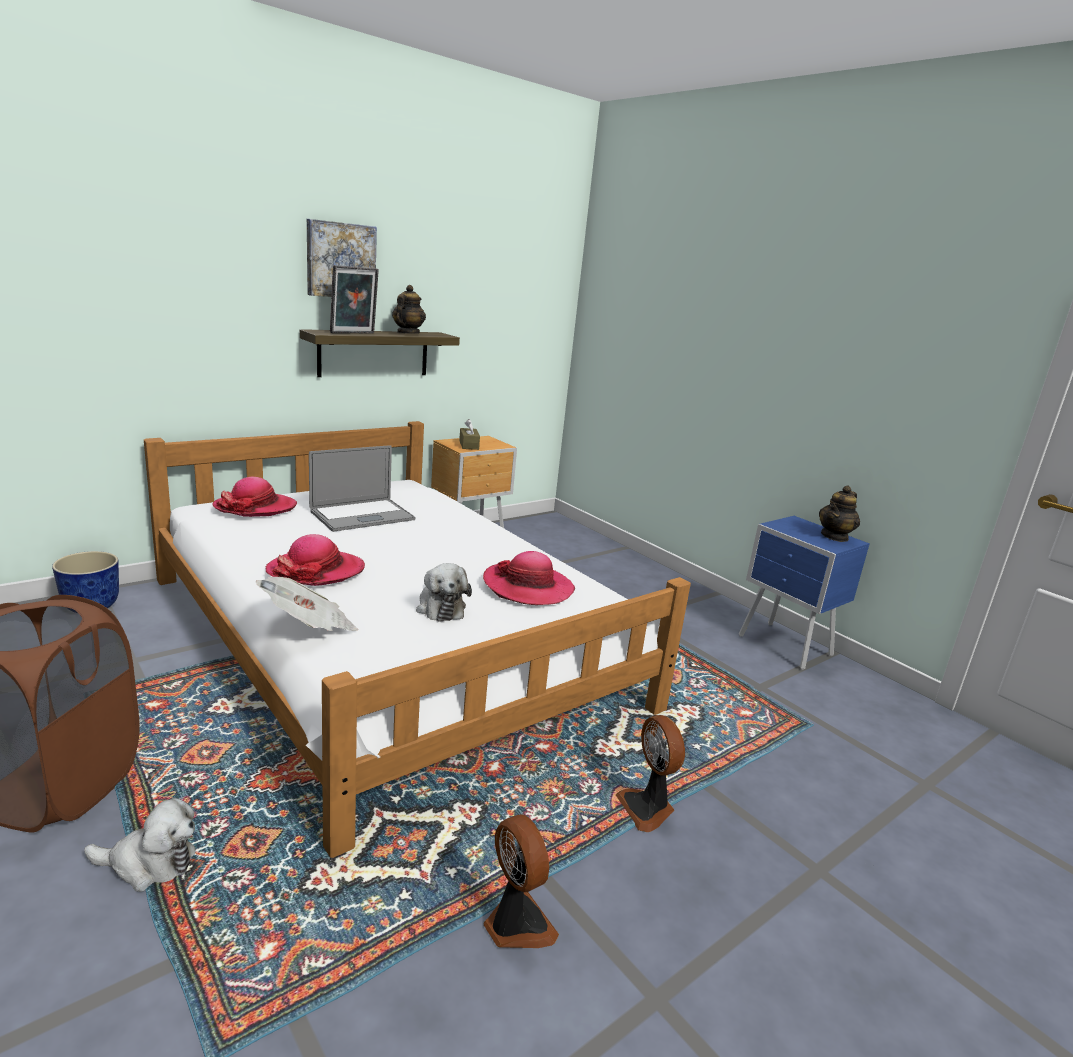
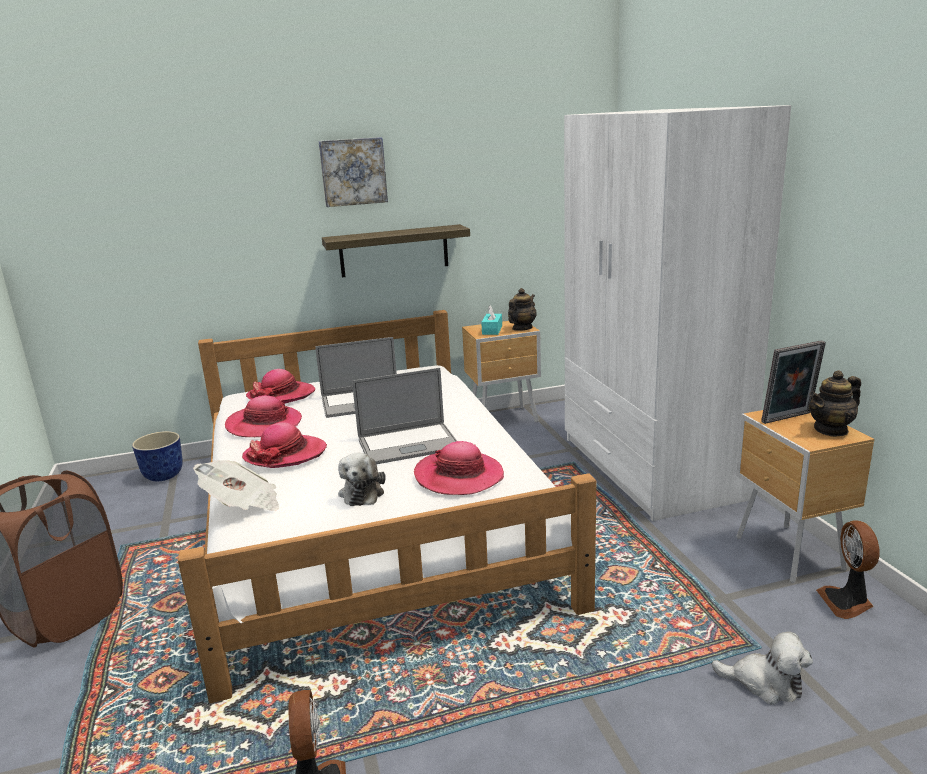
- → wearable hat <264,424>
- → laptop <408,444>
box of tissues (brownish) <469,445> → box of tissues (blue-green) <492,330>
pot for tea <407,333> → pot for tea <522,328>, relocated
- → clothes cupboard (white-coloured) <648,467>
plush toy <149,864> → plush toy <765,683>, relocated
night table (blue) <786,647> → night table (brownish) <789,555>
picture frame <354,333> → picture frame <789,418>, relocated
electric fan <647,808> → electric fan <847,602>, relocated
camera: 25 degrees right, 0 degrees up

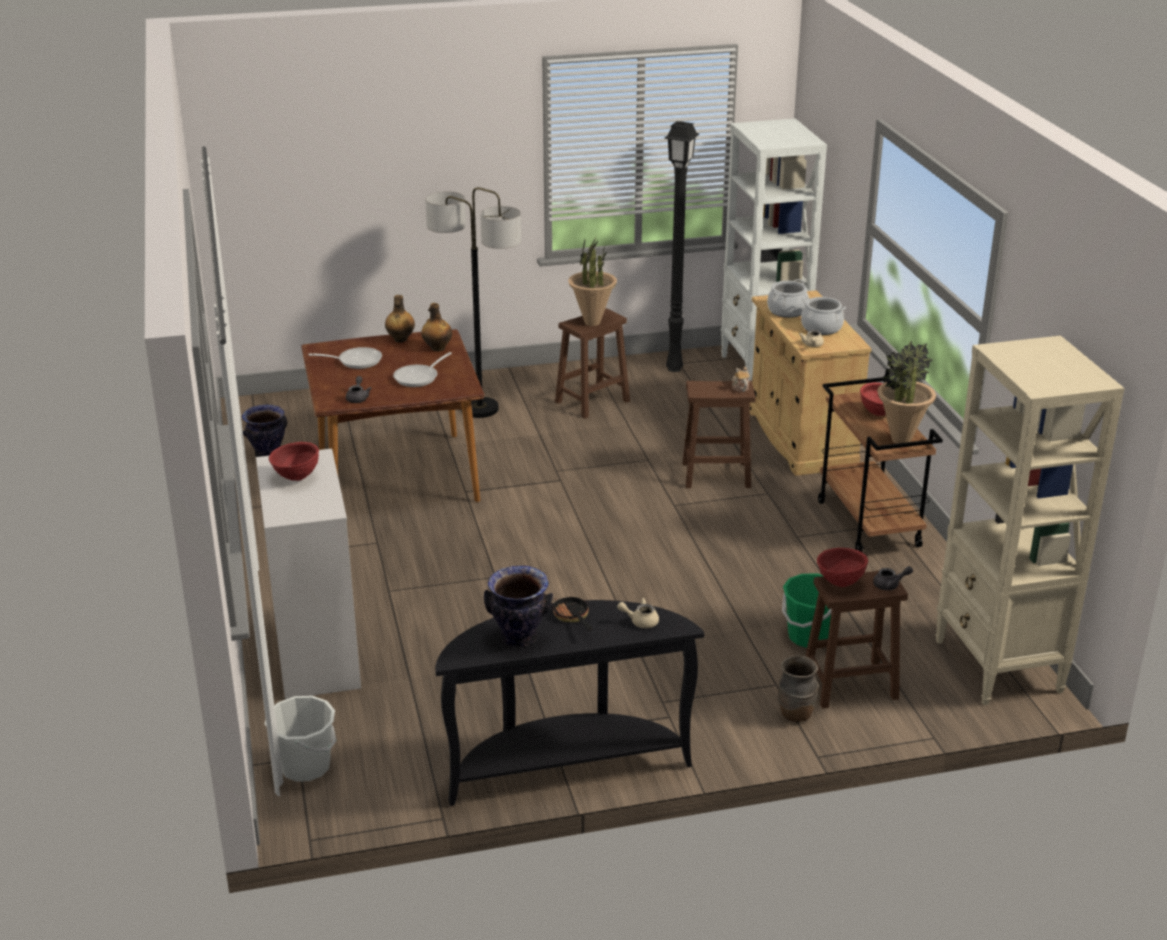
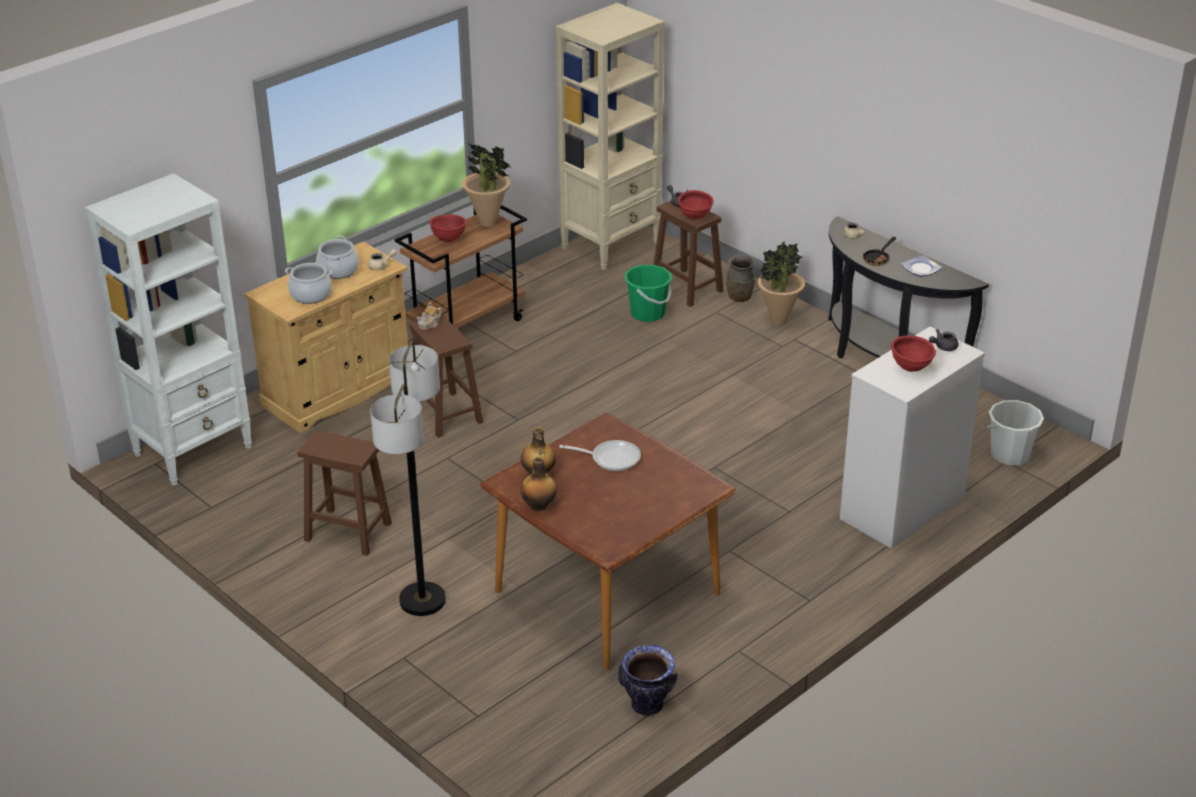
plant in a pot <592,322> → plant in a pot <778,321>, relocated
decorative vase <519,638> → plate <922,269>
pot for tea (greyish) <358,398> → pot for tea (greyish) <943,347>, relocated
pan <356,361> → -
standing lamp (black) <675,368> → -
camera: 120 degrees left, 5 degrees up

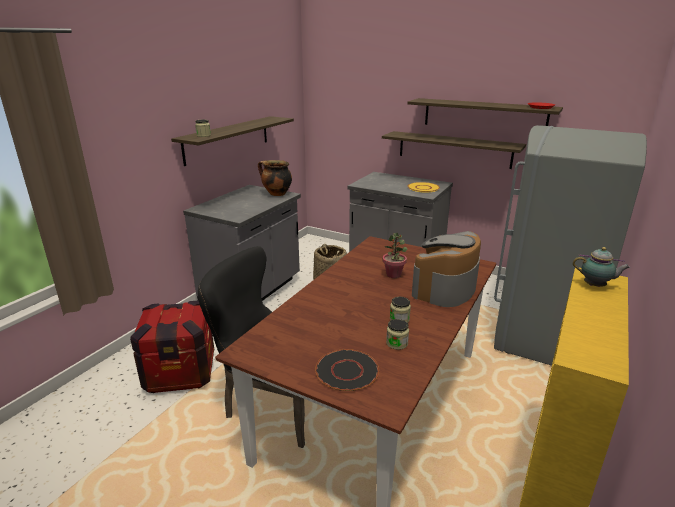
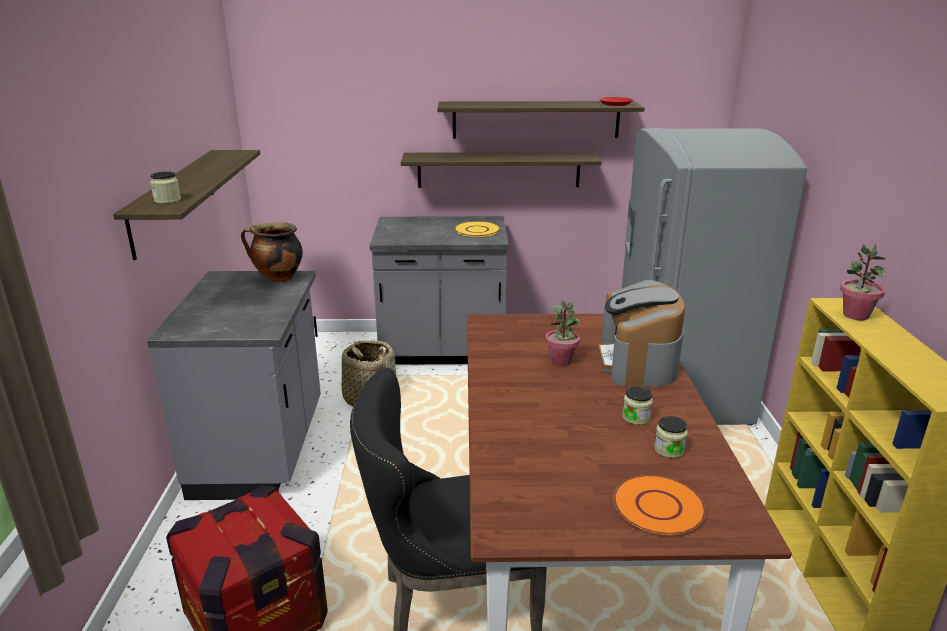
plate (black) <347,371> → plate (orangey) <659,507>
pot for tea <596,286> → plant in a pot <855,315>
camera: 30 degrees left, 0 degrees up

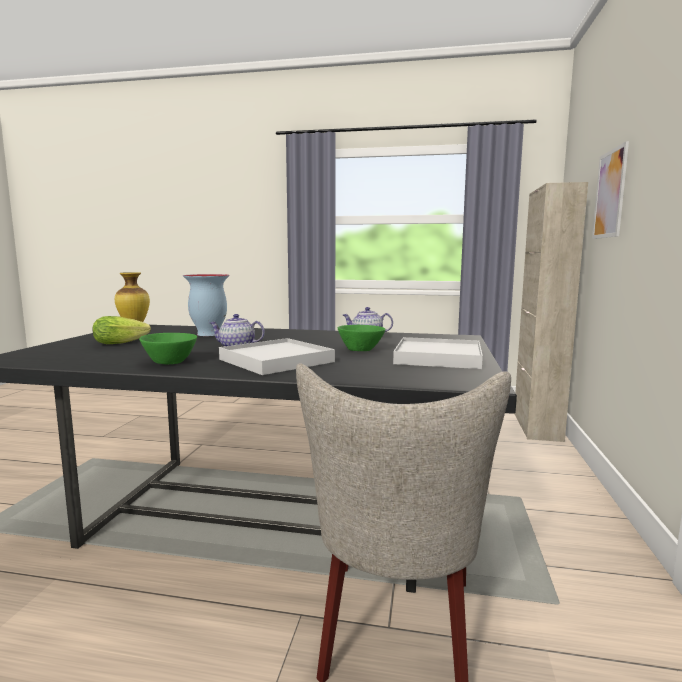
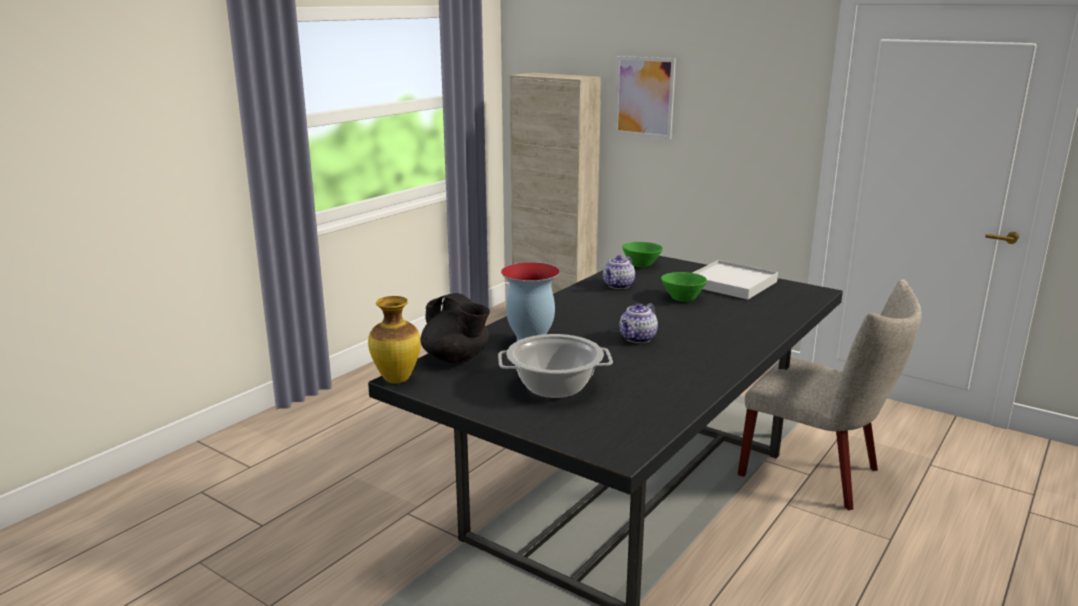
- → pot for tea (black) <456,358>
lettuce head <123,342> → stockpot <554,387>
bowl (green) <169,362> → bowl (green) <642,265>, relocated
serving tray (white-coloured) <276,361> → -
camera: 65 degrees left, 10 degrees up

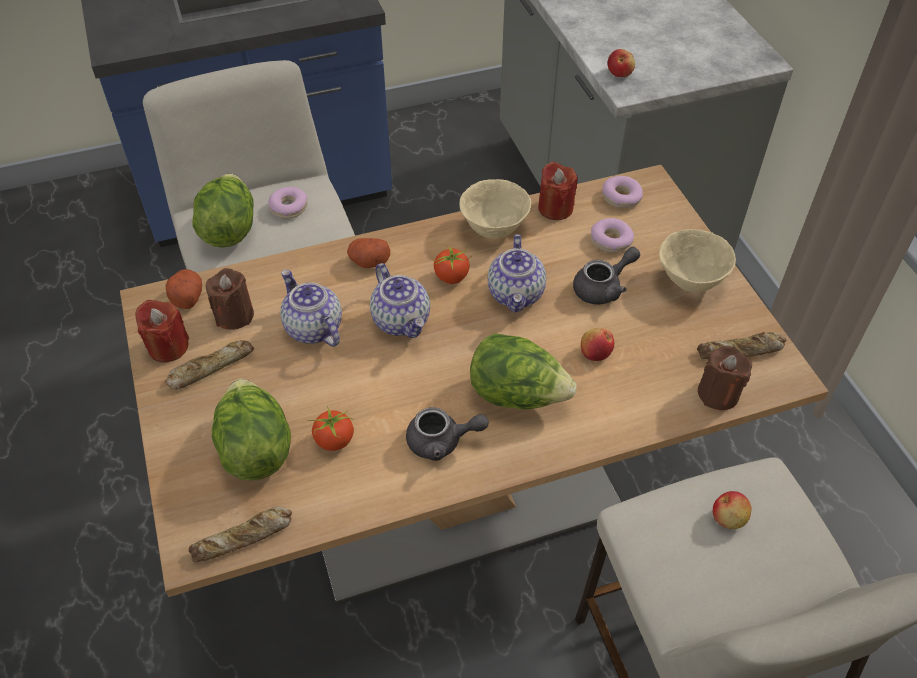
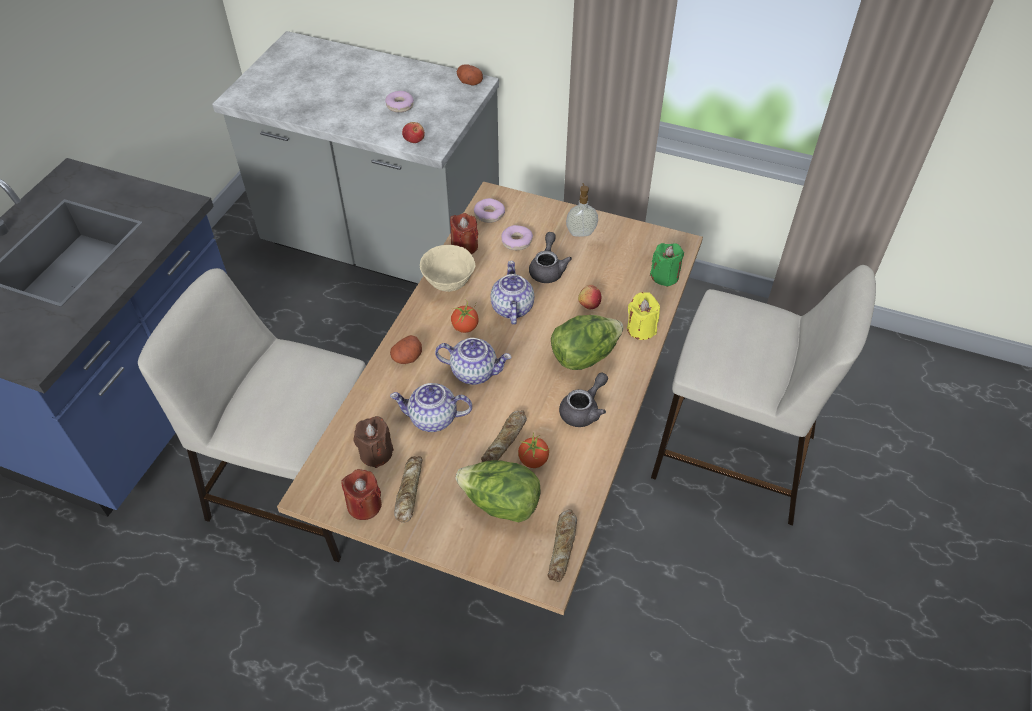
doughnut <289,207> → doughnut <400,105>, relocated
spud <186,297> → spud <469,82>, relocated
baked bread <741,351> → baked bread <505,440>, relocated
pot for tea <516,294> → pot for tea <511,307>, 135 degrees counterclockwise
bowl (beige-coloured) <689,281> → soap bottle <581,232>
- → wax candle (yellow-coloured) <641,329>
wax candle (brownish) <718,393> → wax candle (green) <665,276>
lettuce head <229,229> → -
whole apple <729,518> → -
camera: 50 degrees left, 0 degrees up

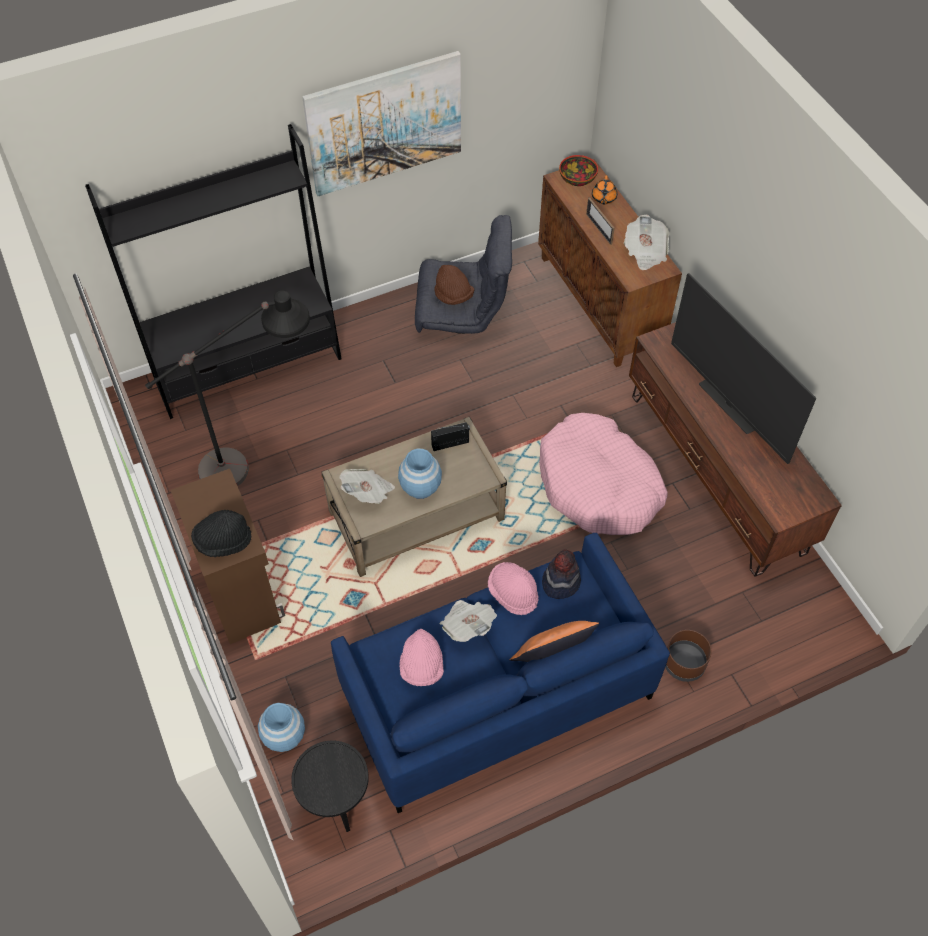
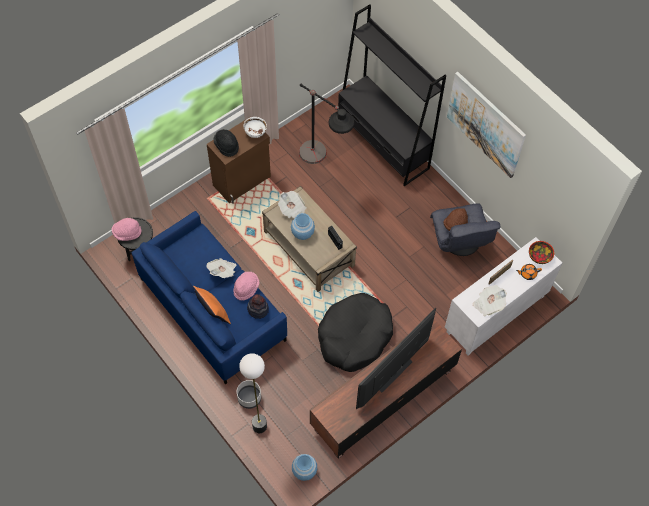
wearable hat (pink) <422,666> → wearable hat (pink) <127,233>, relocated
flower pot (brownish) <684,664> → flower pot (greyish) <249,398>
- → standing lamp <260,426>
- → bowl (white-coloured) <255,133>
decorative vase (blue) <284,736> → decorative vase (blue) <304,471>, relocated
pet bed (pink) <598,485> → pet bed (black) <354,337>
cupboard (brownish) <600,303> → cupboard (white-coloured) <495,315>
camera: 75 degrees right, 5 degrees up

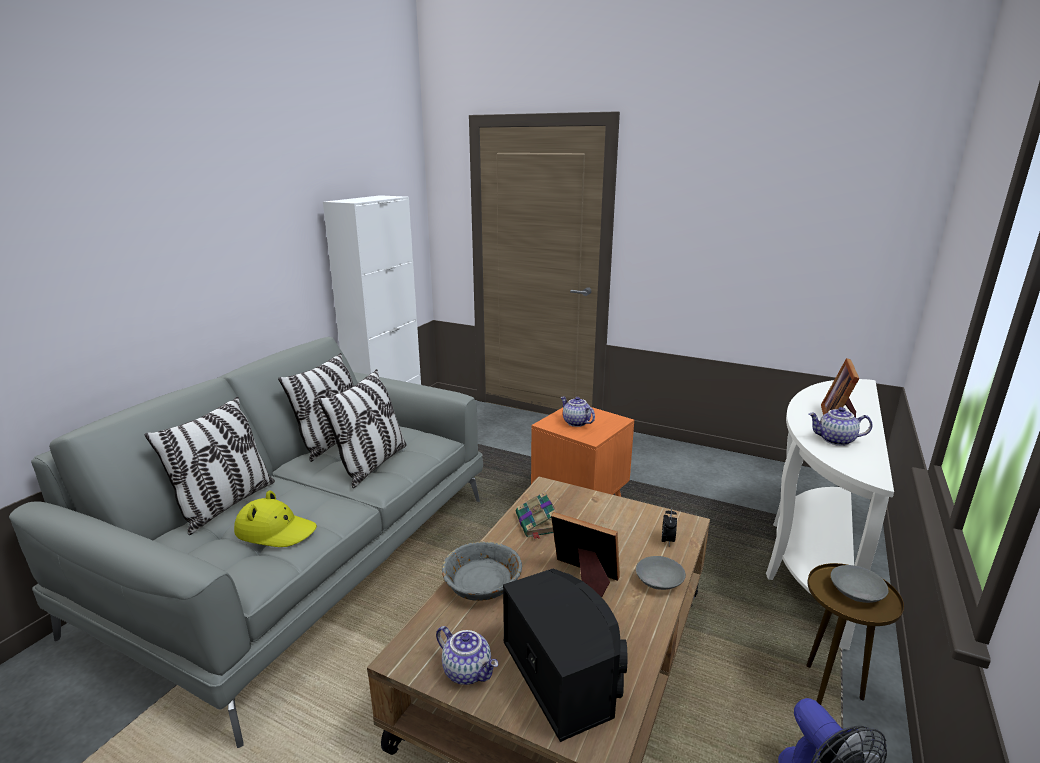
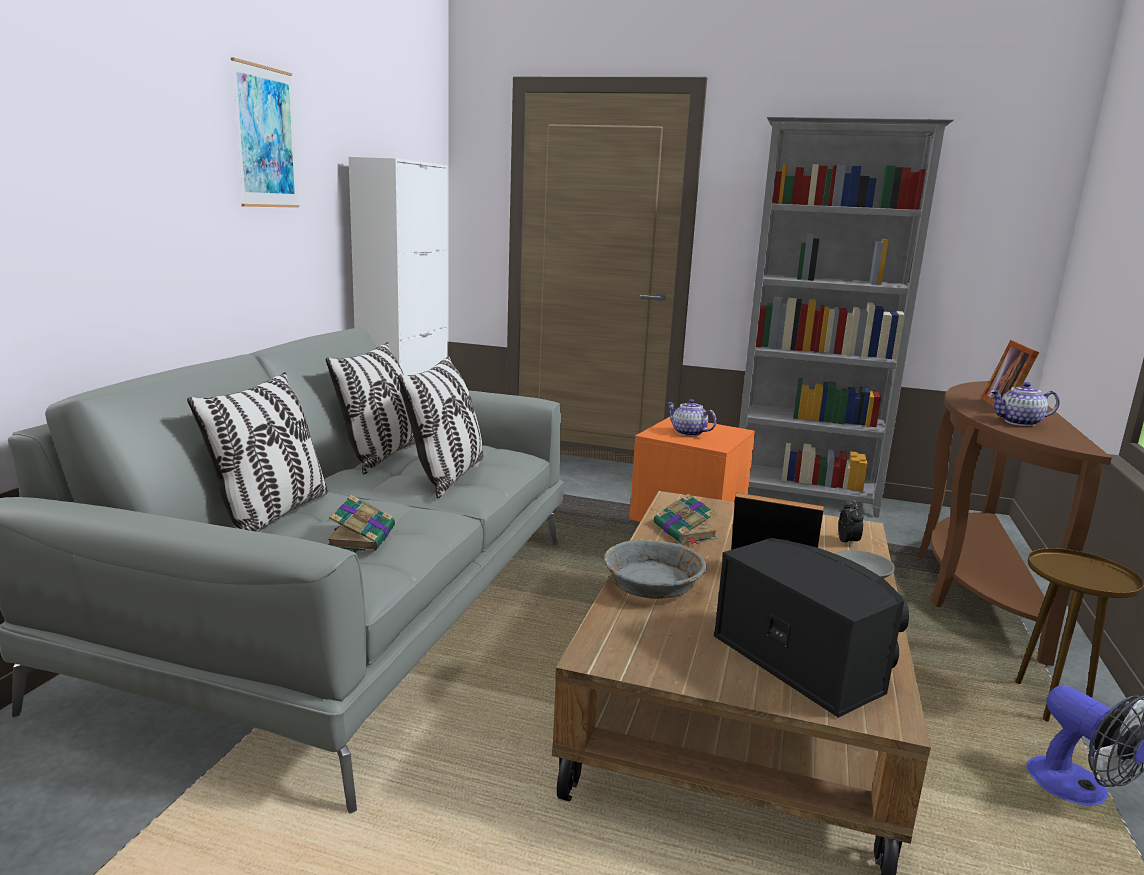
- → wall art <266,138>
wearable hat (yellow-coloured) <276,530> → book <362,537>
- → shelving unit (greyish) <805,497>
hall table (white-coloured) <810,558> → hall table (brownish) <972,586>
pot for tea <468,671> → -
bowl (greyish) <856,592> → -
camera: 10 degrees left, 5 degrees down

